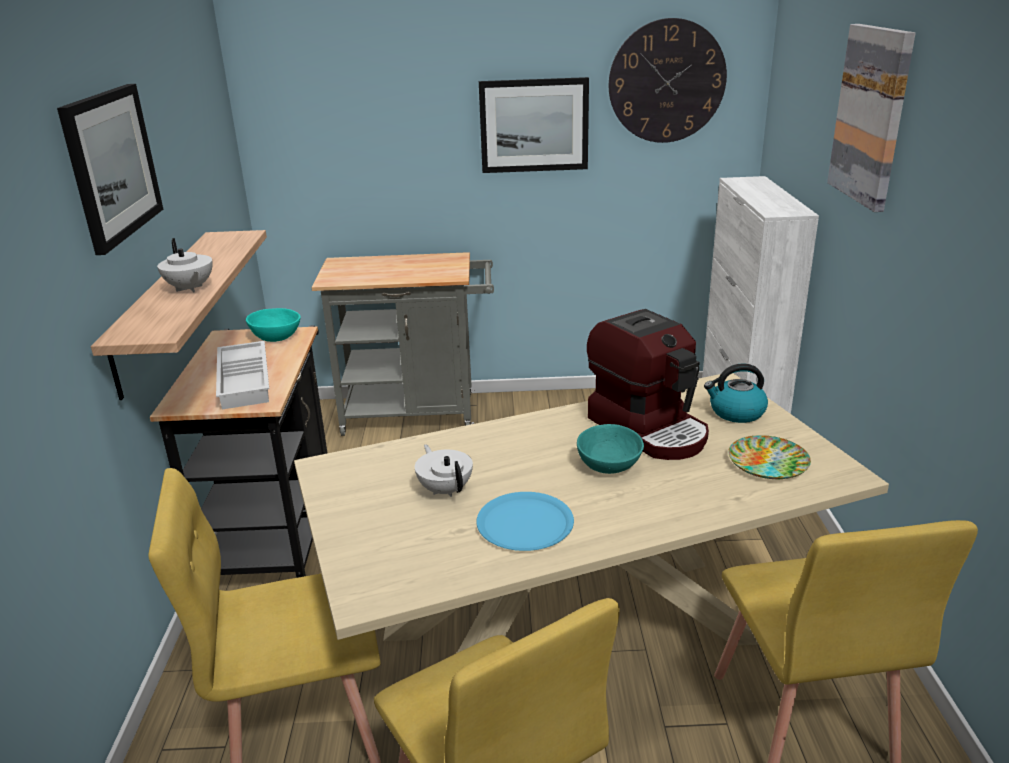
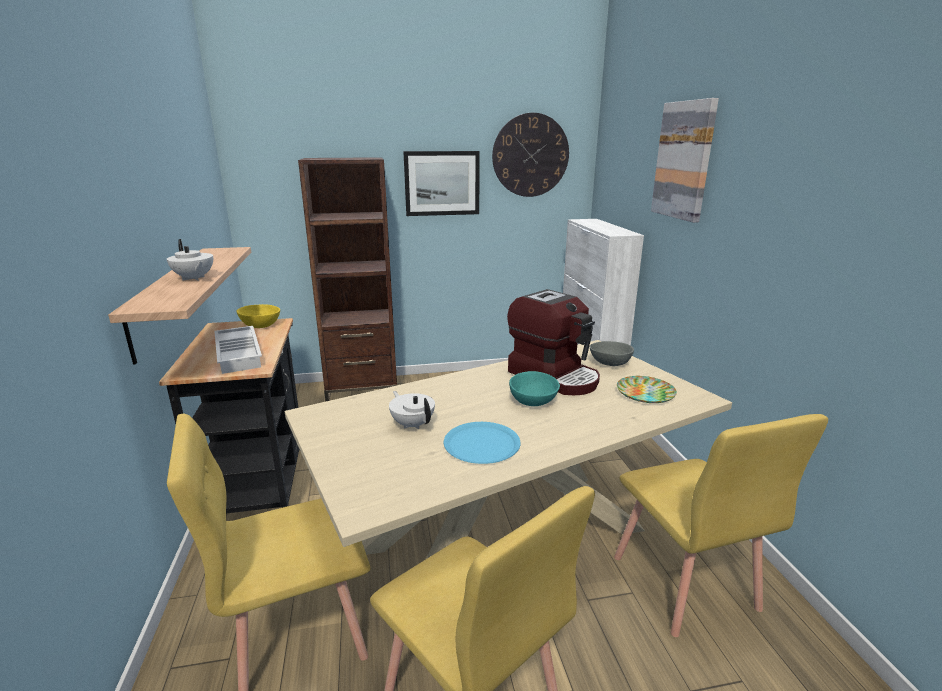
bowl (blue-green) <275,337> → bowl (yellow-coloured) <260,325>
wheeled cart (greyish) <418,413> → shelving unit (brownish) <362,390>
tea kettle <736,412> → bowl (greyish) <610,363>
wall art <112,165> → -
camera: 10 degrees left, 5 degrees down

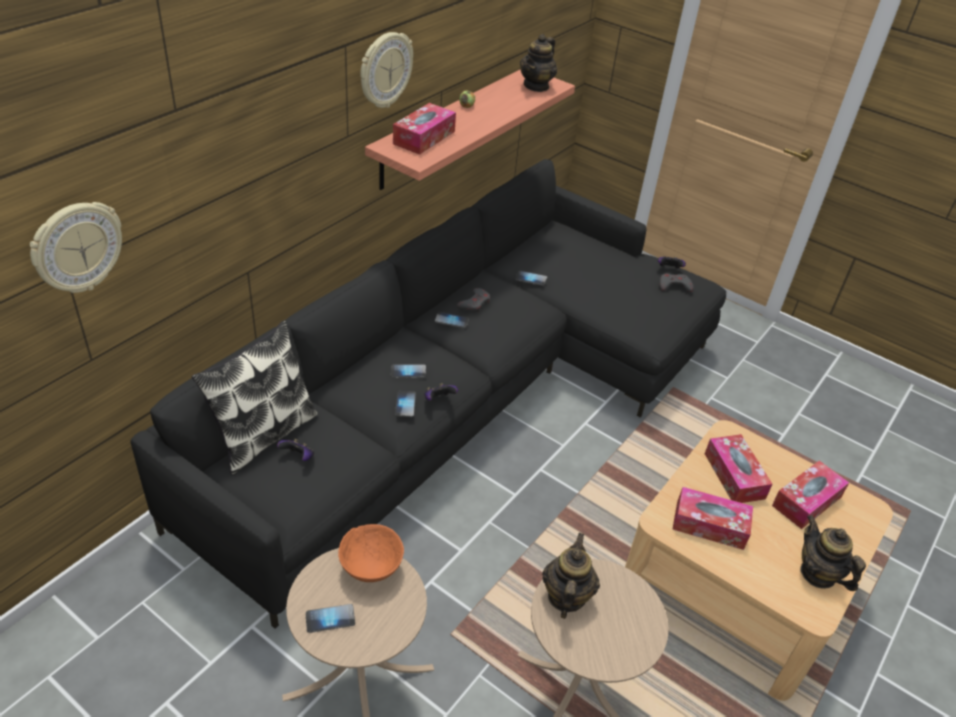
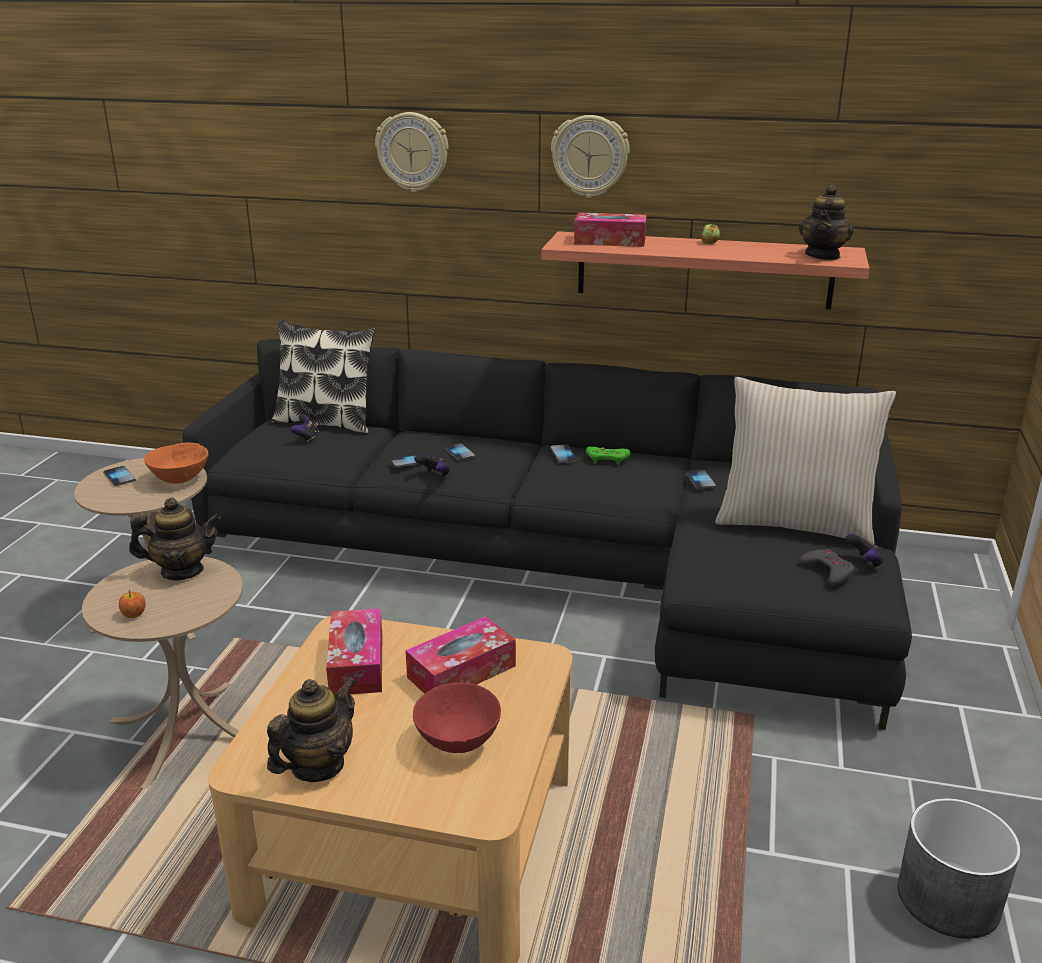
- → whole apple <134,614>
wall clock <77,248> → wall clock <413,152>, relocated
box of tissues <806,501> → bowl (red-coloured) <456,742>
joypad (greyish) <474,303> → joypad (green) <607,459>
- → throw pillow (beige-coloured) <794,523>
pot for tea <536,86> → pot for tea <823,256>, 75 degrees counterclockwise
- → flower pot (greyish) <948,899>
camera: 70 degrees right, 15 degrees down

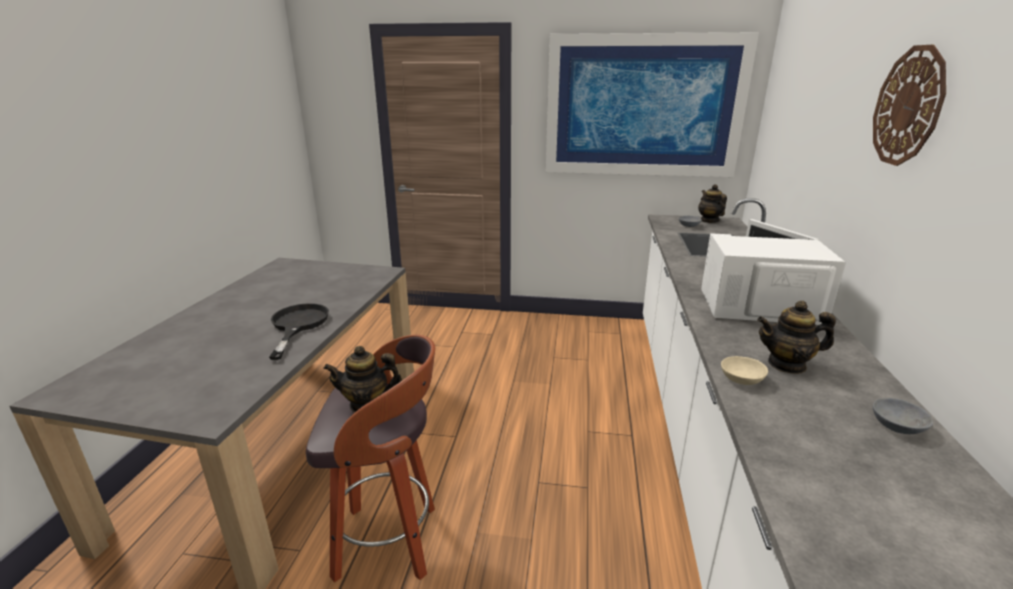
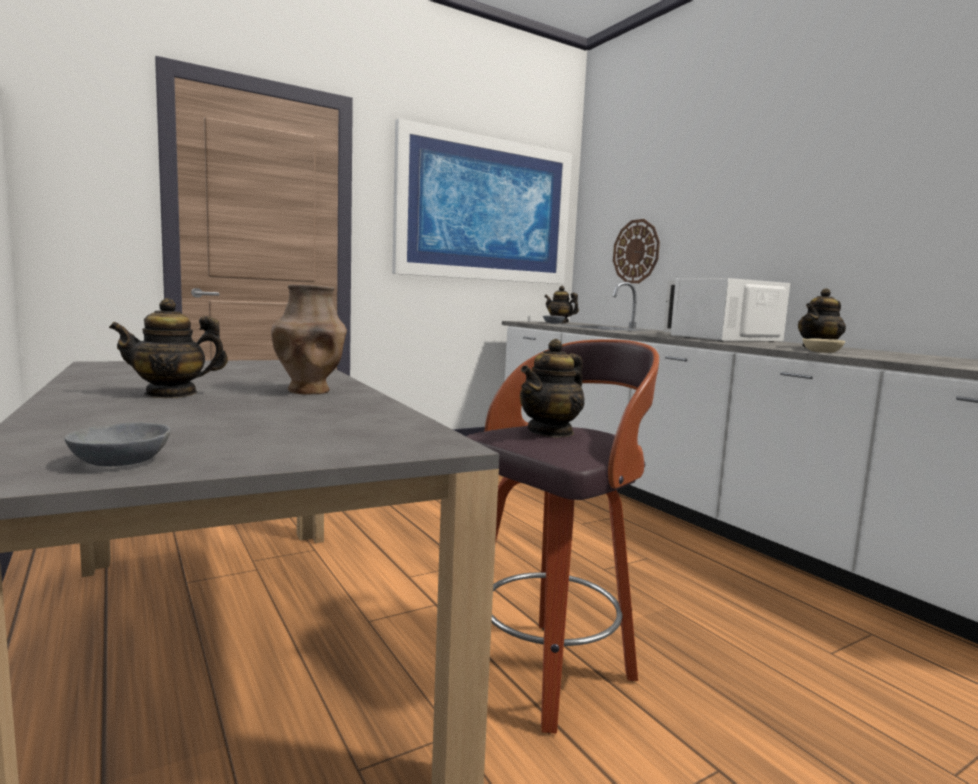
bowl (greyish) <895,424> → bowl (greyish) <119,460>, relocated
- → pot for tea <171,394>
pan (black) <297,325> → decorative vase (brownish) <310,391>
wall clock <908,106> → wall clock <636,251>, relocated
camera: 40 degrees left, 15 degrees down

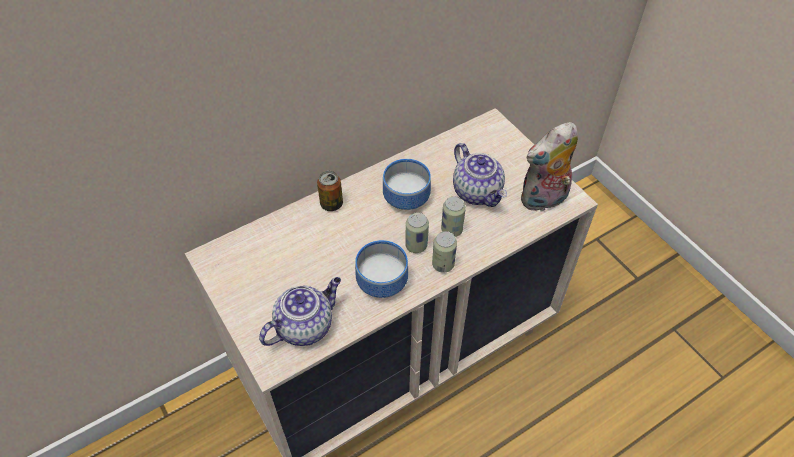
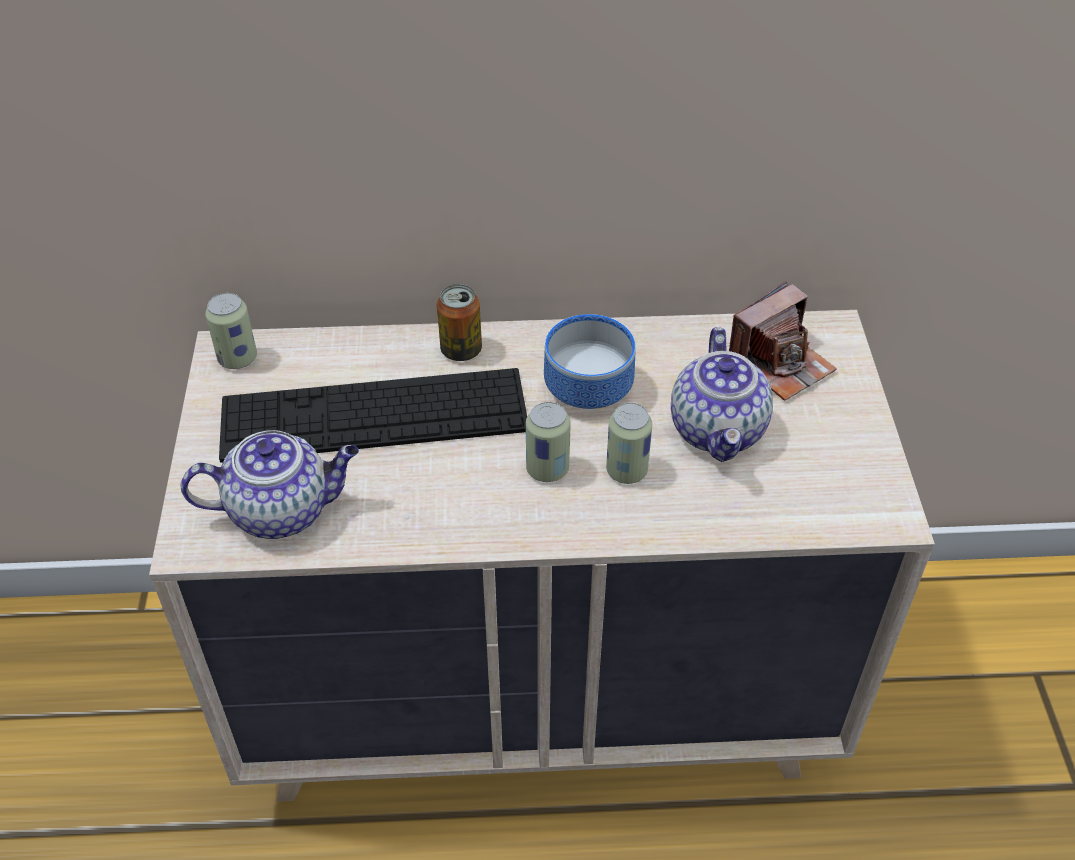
can <443,264> → can <238,359>, relocated
- → PC keyboard <374,415>
- → still camera <780,363>
bowl <383,280> → -
plush toy <543,200> → -
camera: 30 degrees right, 5 degrees down

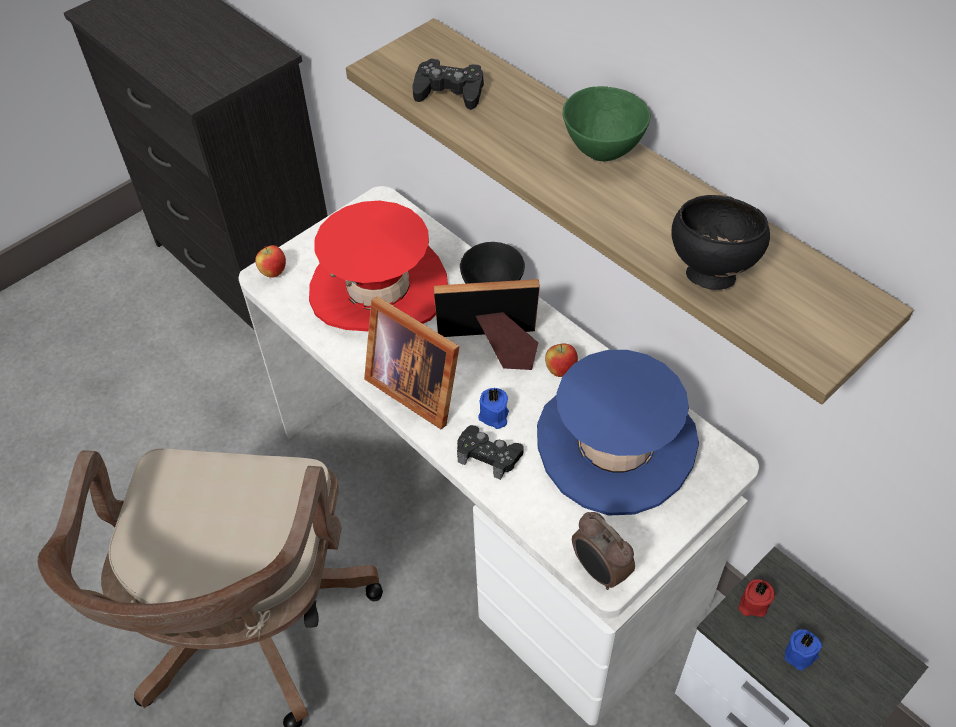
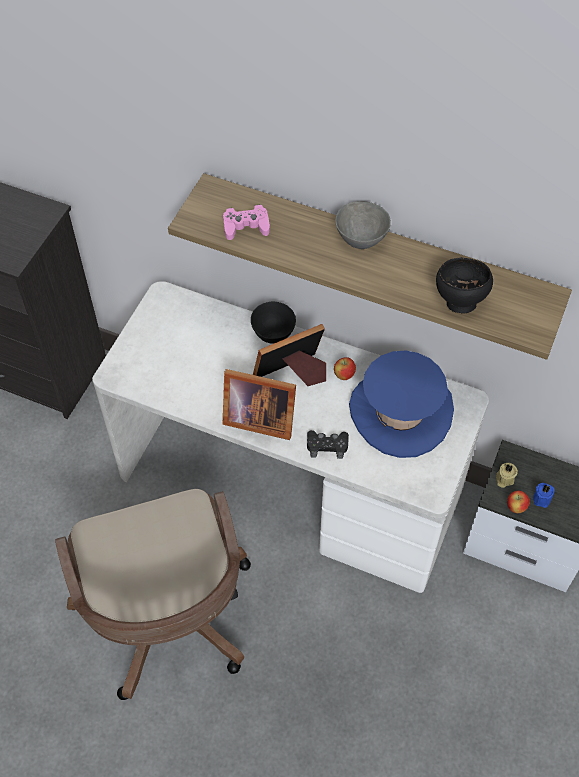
joypad (black) <449,91> → joypad (pink) <246,226>
bowl (green) <601,151> → bowl (greyish) <360,241>
wax candle (red-coloured) <752,604> → wax candle (beige-coloured) <504,479>
whole apple <273,272> → whole apple <516,507>, relocated
wearable hat (red-coloured) <378,289> → -
wax candle (blue) <494,416> → -
bedside clock <599,571> → -
camera: 25 degrees left, 5 degrees up

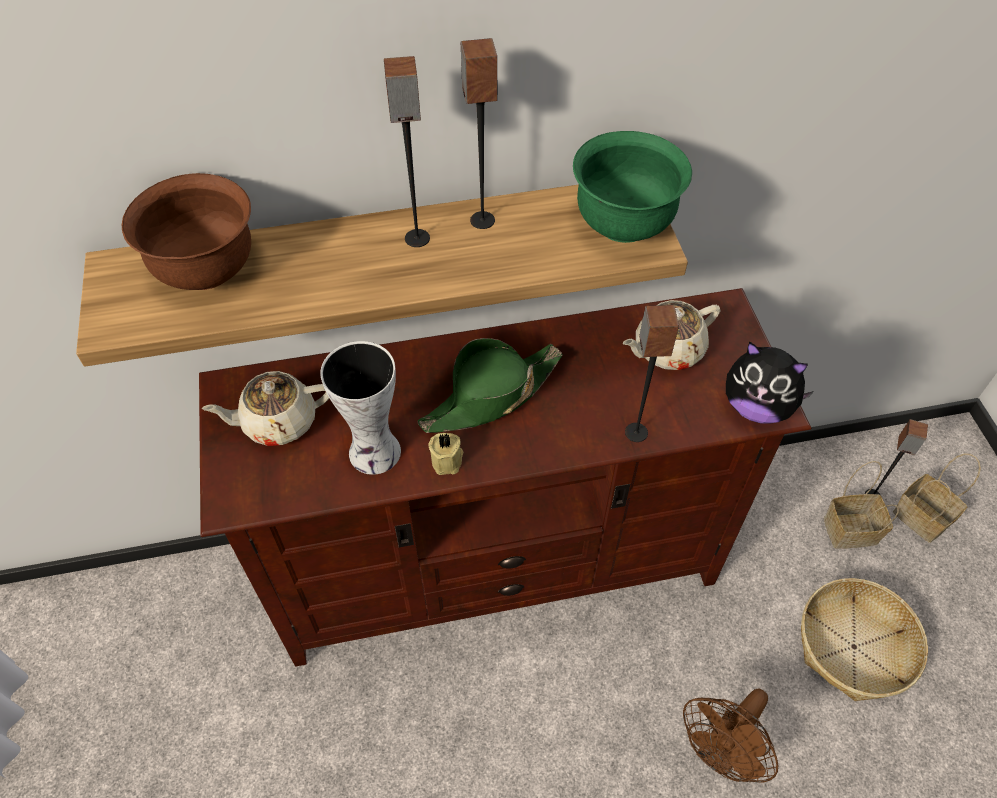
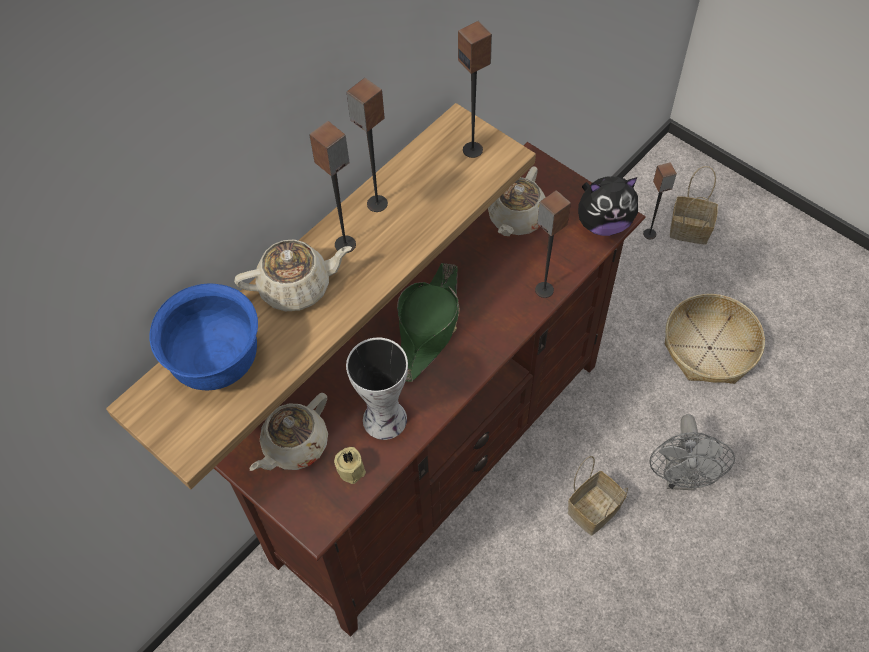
bowl (brownish) <207,270> → bowl (blue) <217,361>
- → pot for tea (beige-coloured) <297,287>
wax candle (beige-coloured) <448,460> → wax candle (beige-coloured) <351,468>, relocated
bowl (green) <624,224> → loudspeaker <473,149>
household basket <851,529> → household basket <594,508>, relocated
electric fan (brownish) <720,753> → electric fan (greyish) <680,477>
camera: 35 degrees left, 5 degrees up

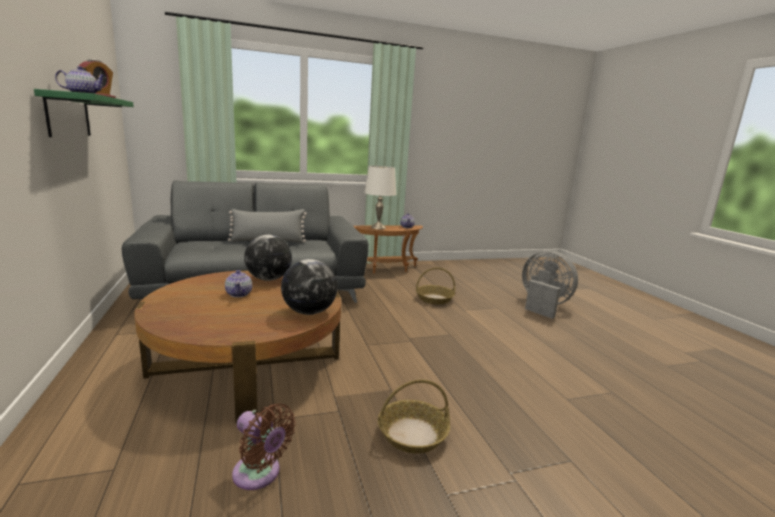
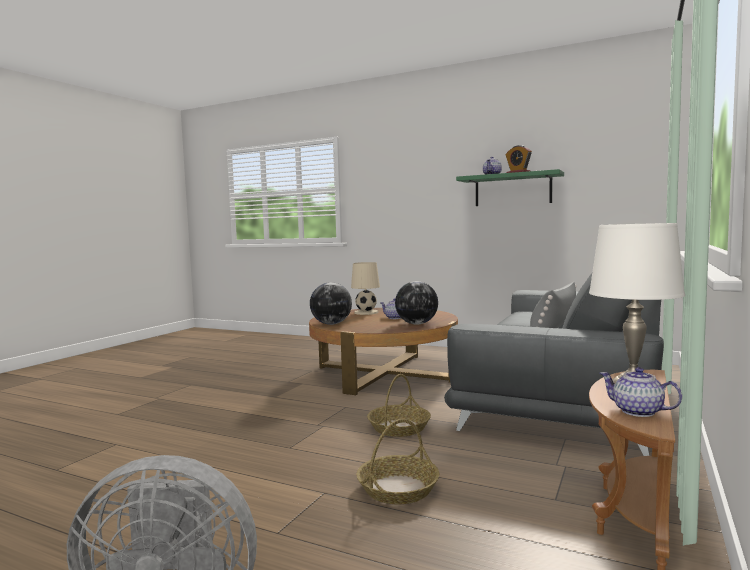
- → table lamp (beige-coloured) <366,312>
household basket <413,434> → household basket <399,428>, relocated
electric fan (brownish) <259,474> → -
camera: 135 degrees right, 10 degrees down

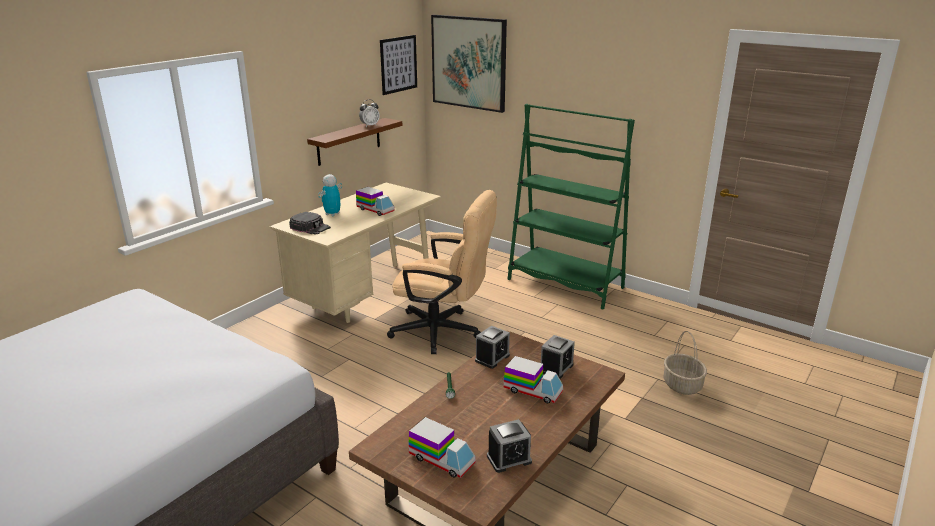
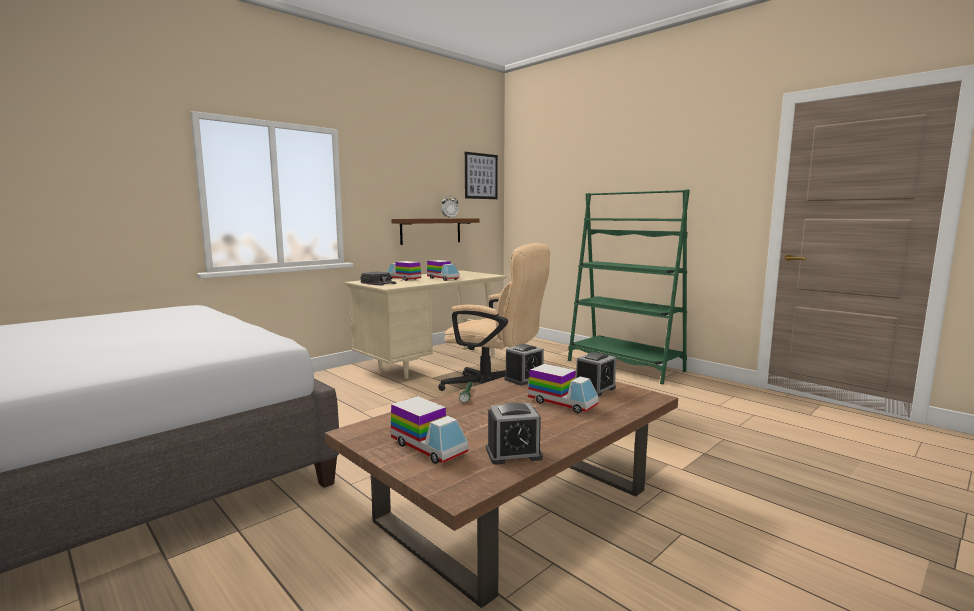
robot figure <332,214> → toy truck <403,279>
wall art <469,62> → -
household basket <681,385> → -
camera: 10 degrees right, 15 degrees down

